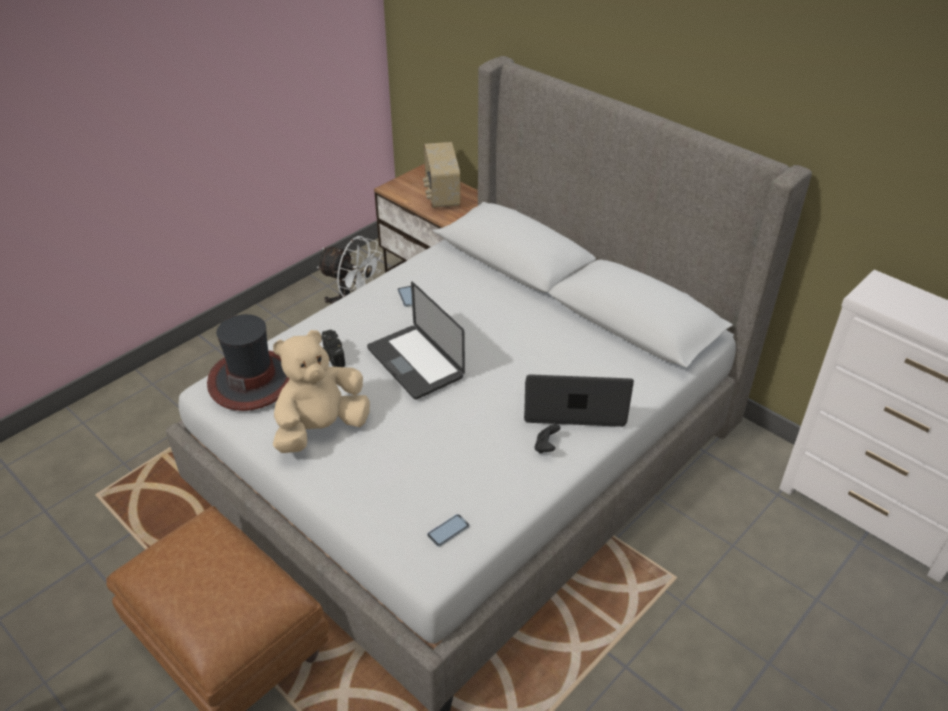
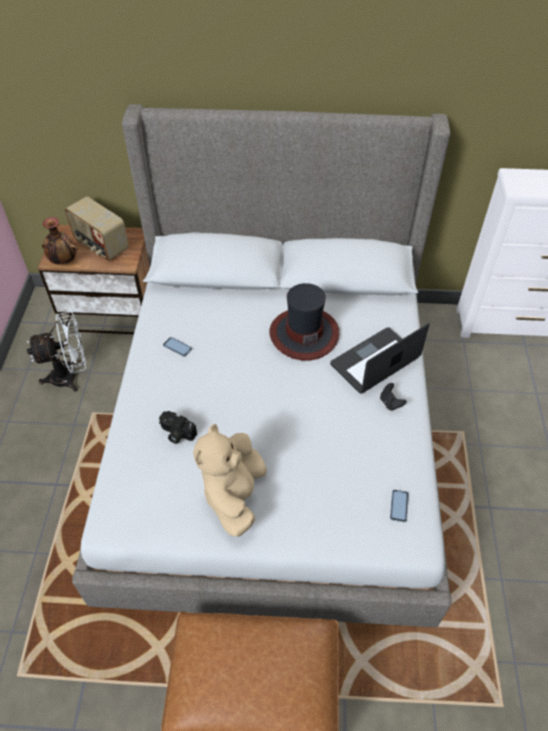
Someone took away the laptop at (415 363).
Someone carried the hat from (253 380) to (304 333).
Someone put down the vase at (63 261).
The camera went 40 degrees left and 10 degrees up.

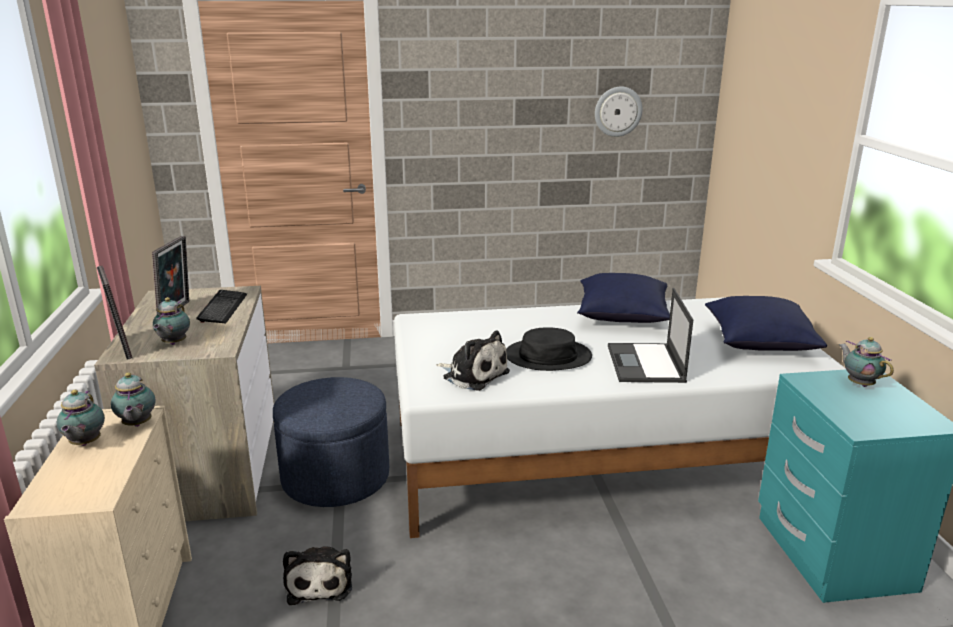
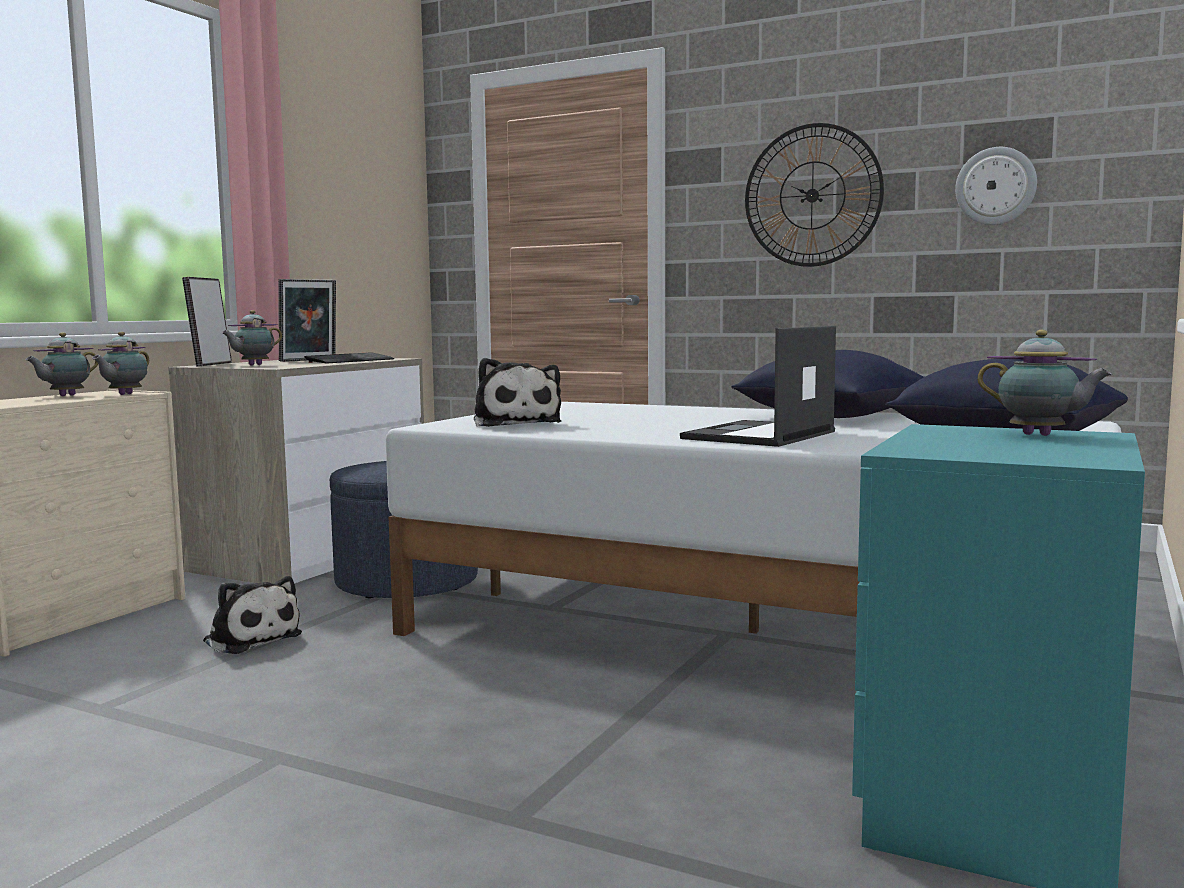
Someone took away the black hat at (548 356).
Someone rotated the teapot at (859 384) by 120 degrees clockwise.
Someone rotated the plush toy at (319 582) by 75 degrees counterclockwise.
Someone put up the wall clock at (812 195).
The camera went 35 degrees right and 15 degrees down.

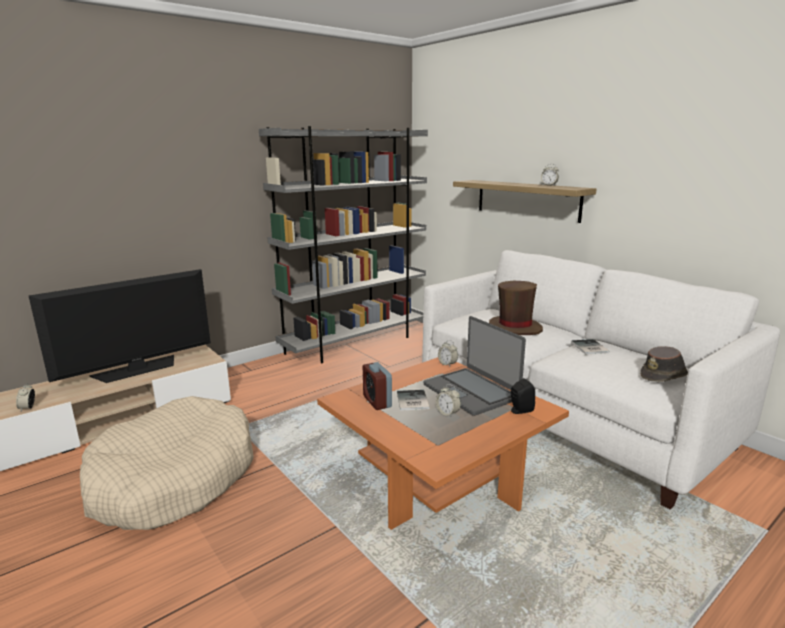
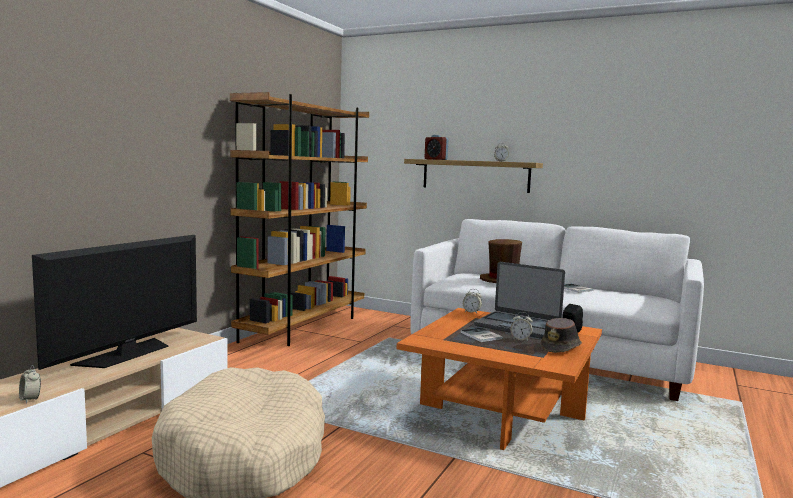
Someone repainted the grey bookcase at (355 343), which became the brown bookcase at (304 327).
Someone carried the brown hat from (664 376) to (561 348).
Someone carried the alarm clock from (377 401) to (435 159).
The camera went 25 degrees left and 10 degrees down.

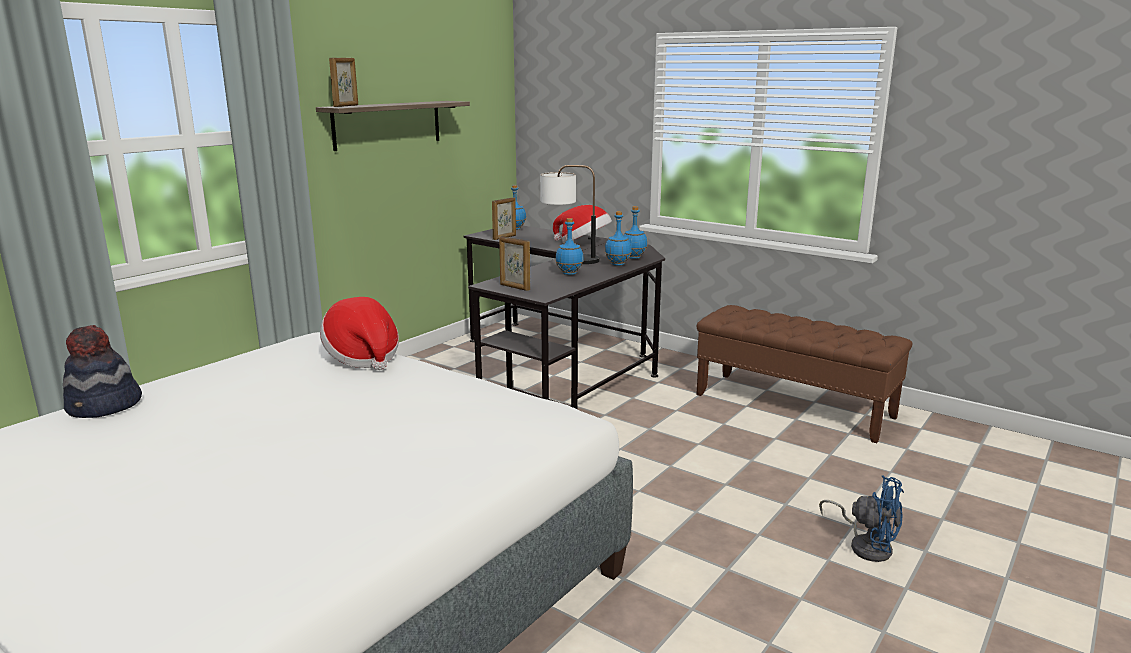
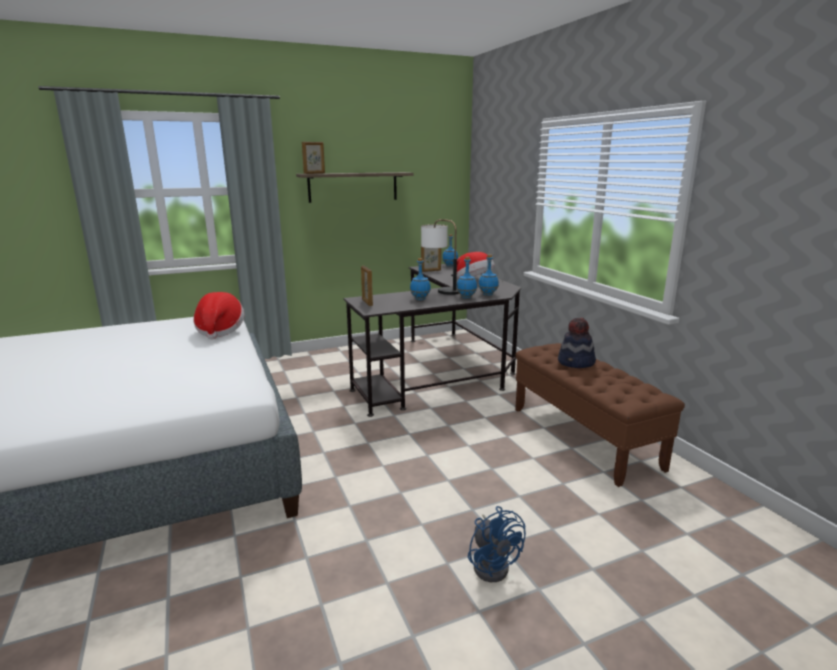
Someone carried the hat from (104 407) to (576 363).
The camera went 30 degrees right and 0 degrees up.

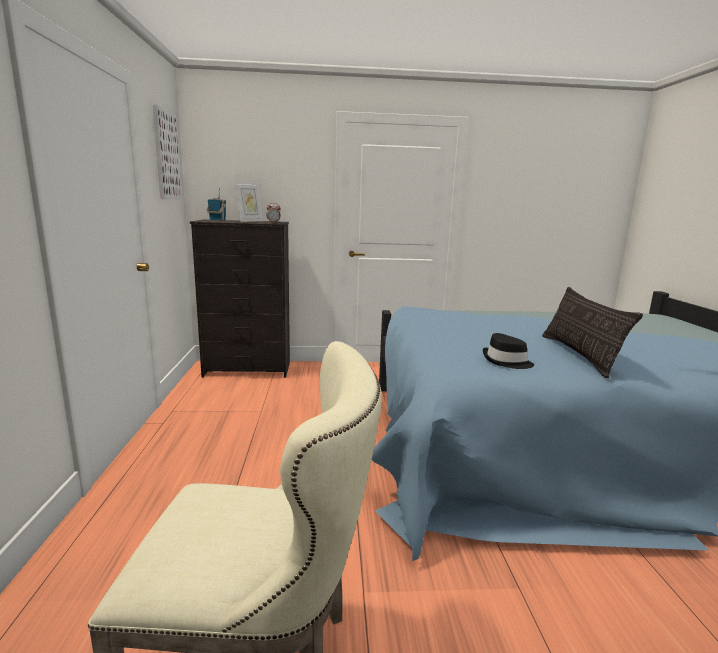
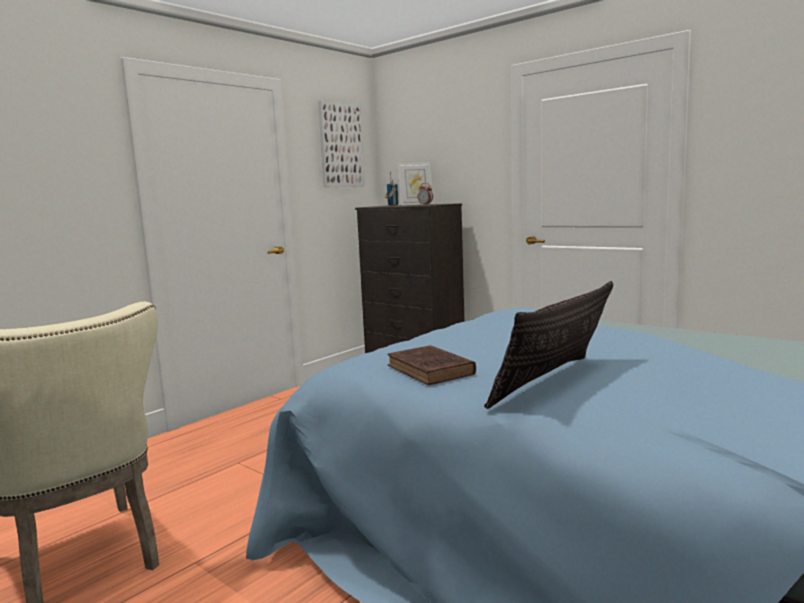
Someone swapped the black hat at (506 361) for the brown book at (431 371).
The camera went 45 degrees right and 5 degrees down.

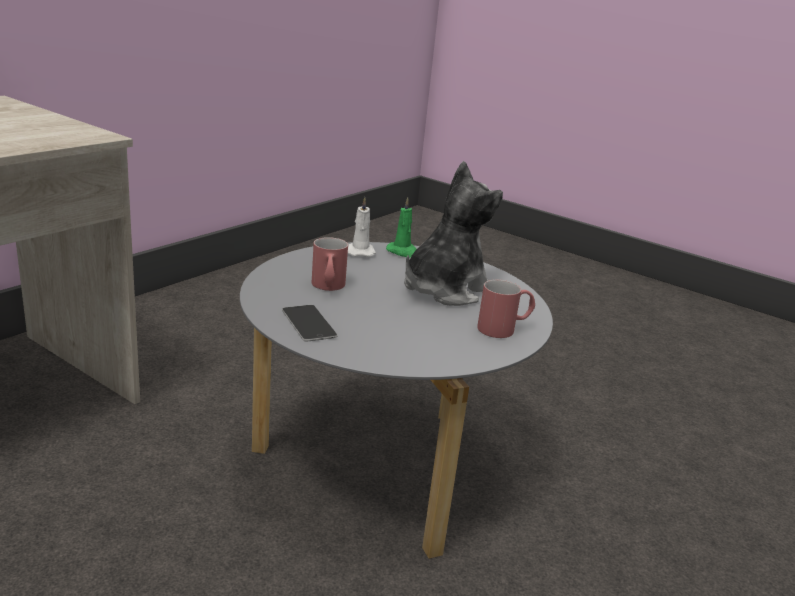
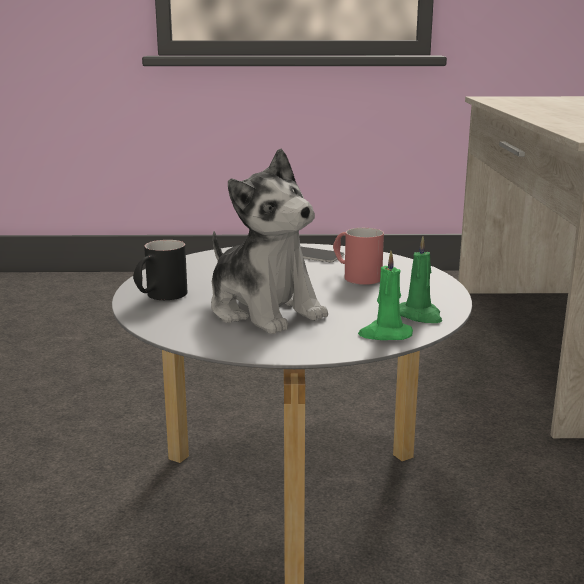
Someone rotated the plush toy at (444 289) by 45 degrees counterclockwise.
Someone repainted the white candle at (360 252), which became the green candle at (420 316).
Someone repainted the red mug at (504 329), which became the black mug at (160 297).
The camera went 145 degrees right and 5 degrees down.

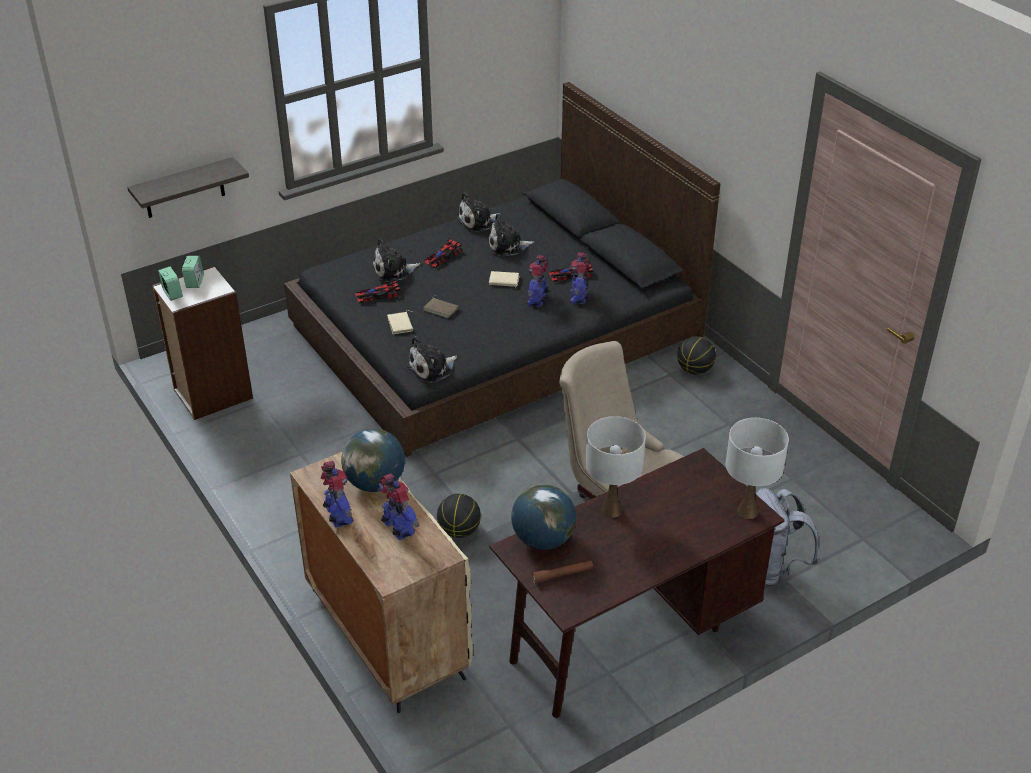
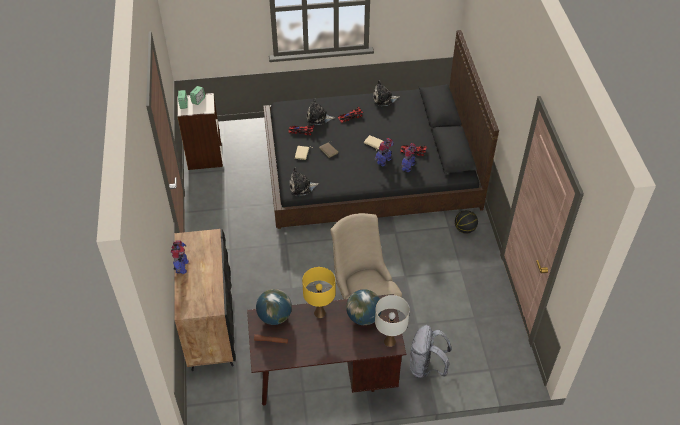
Someone took away the shelf at (184 188).
Someone took away the plush toy at (507 246).
Someone repainted the white table lamp at (611 510), which became the yellow table lamp at (319 313).
Someone carried the globe from (375 483) to (363 317).
Someone repainted the beige cabinet at (385 632), which became the black cabinet at (210 325).
Someone took away the toy robot at (398 528).
Someone took away the basketball at (459 531).
The camera went 25 degrees right and 10 degrees up.

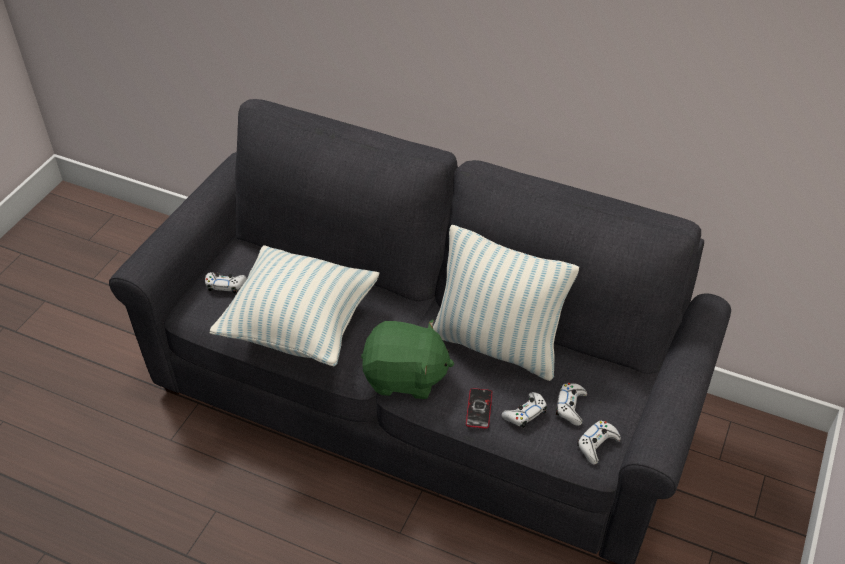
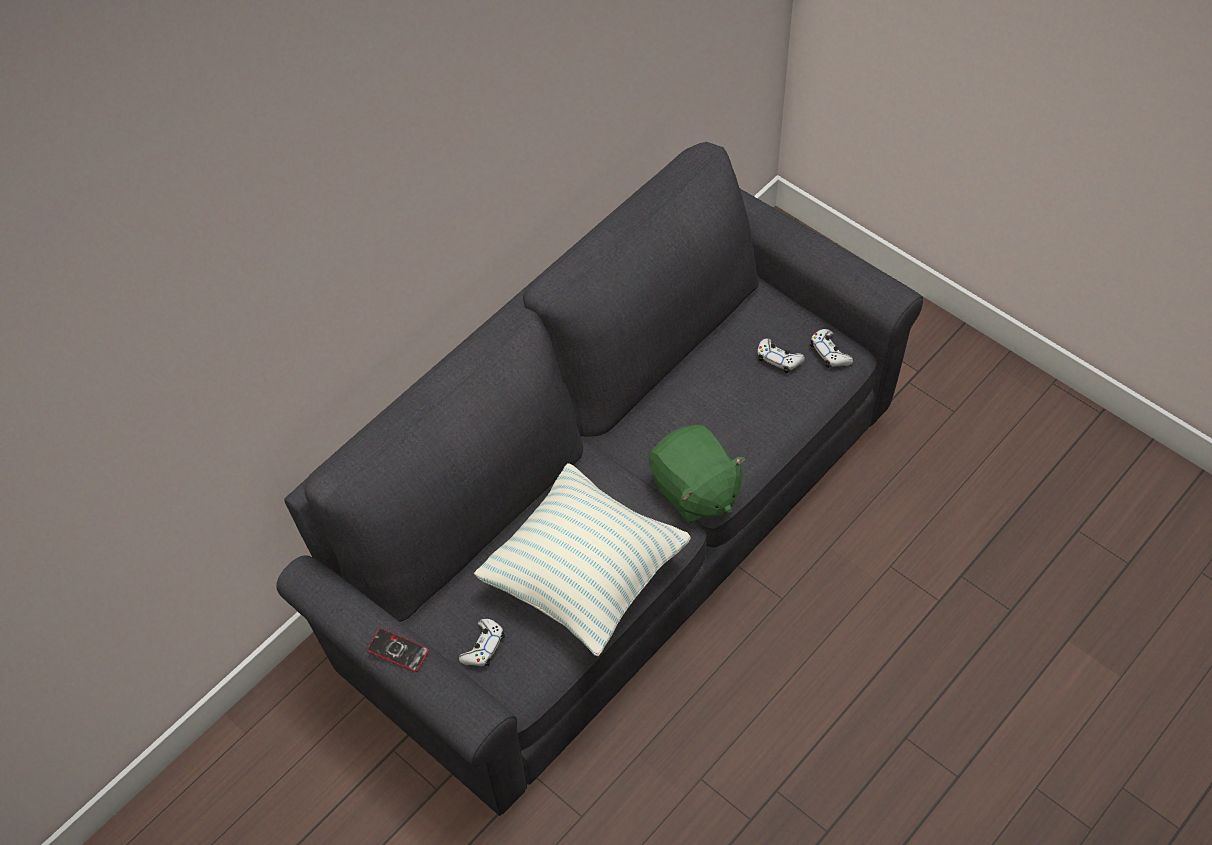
Someone took away the pillow at (497 345).
Someone rotated the green plush toy at (405 377) by 120 degrees clockwise.
Someone carried the phone from (479 409) to (398 650).
Someone took away the white game controller at (525 413).
The camera went 70 degrees left and 10 degrees up.

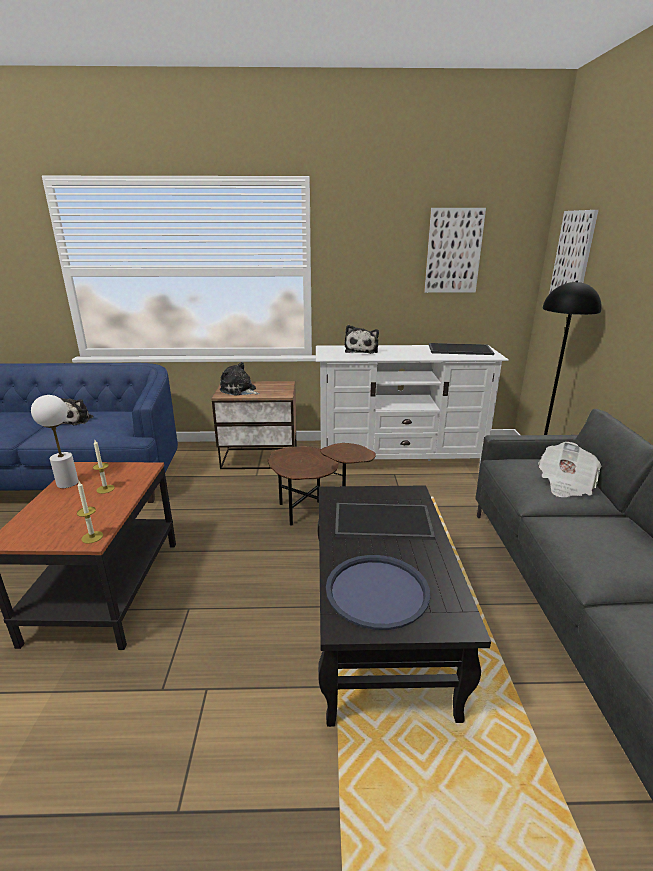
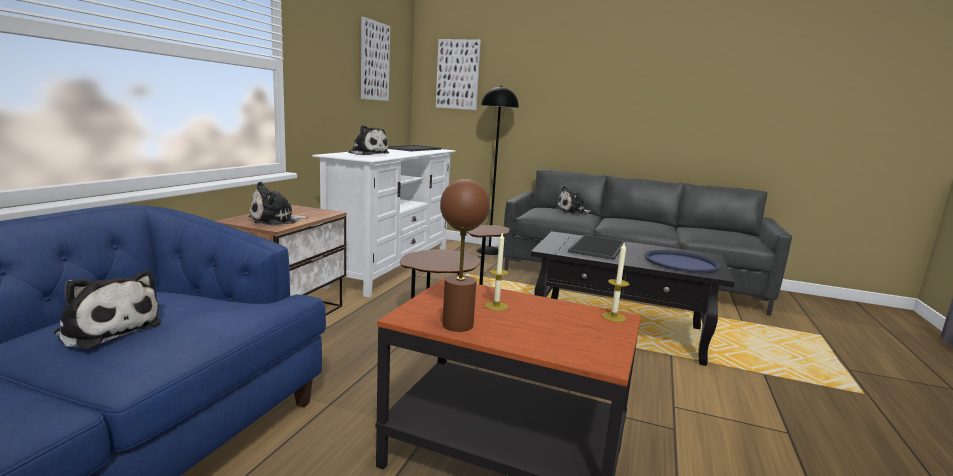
Someone repainted the white table lamp at (67 483), which became the brown table lamp at (457 325).
Someone swapped the newspaper at (565 484) for the plush toy at (573 212).
The camera went 70 degrees left and 10 degrees down.

